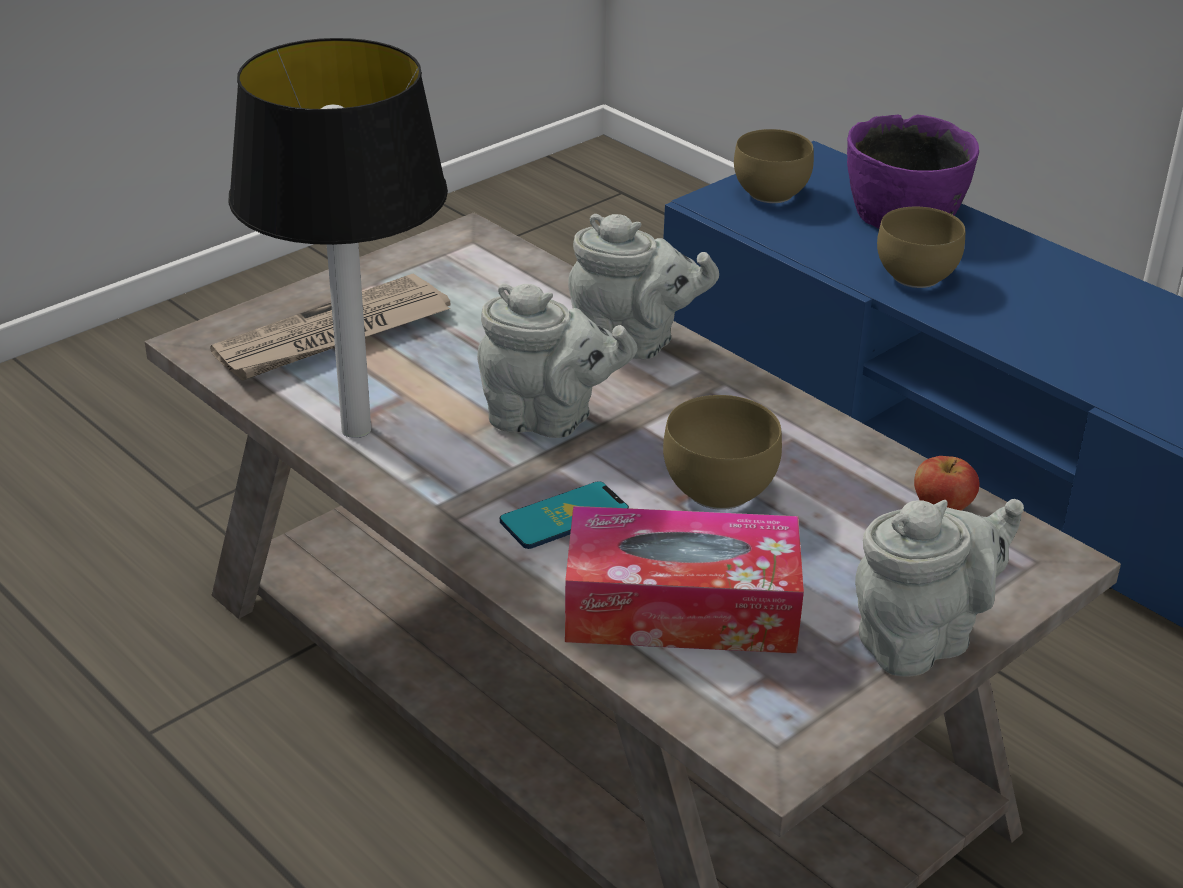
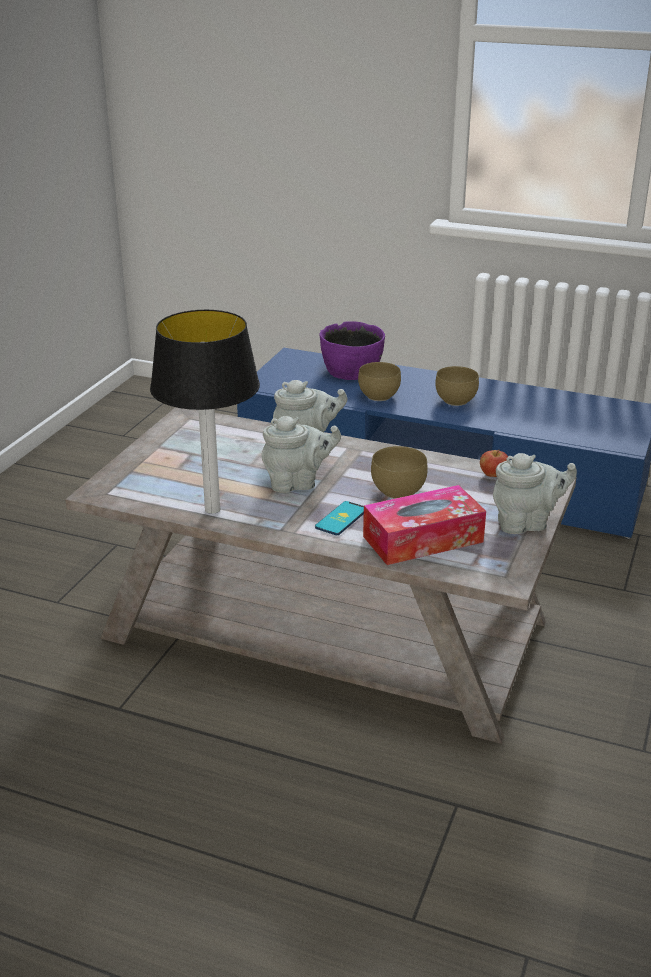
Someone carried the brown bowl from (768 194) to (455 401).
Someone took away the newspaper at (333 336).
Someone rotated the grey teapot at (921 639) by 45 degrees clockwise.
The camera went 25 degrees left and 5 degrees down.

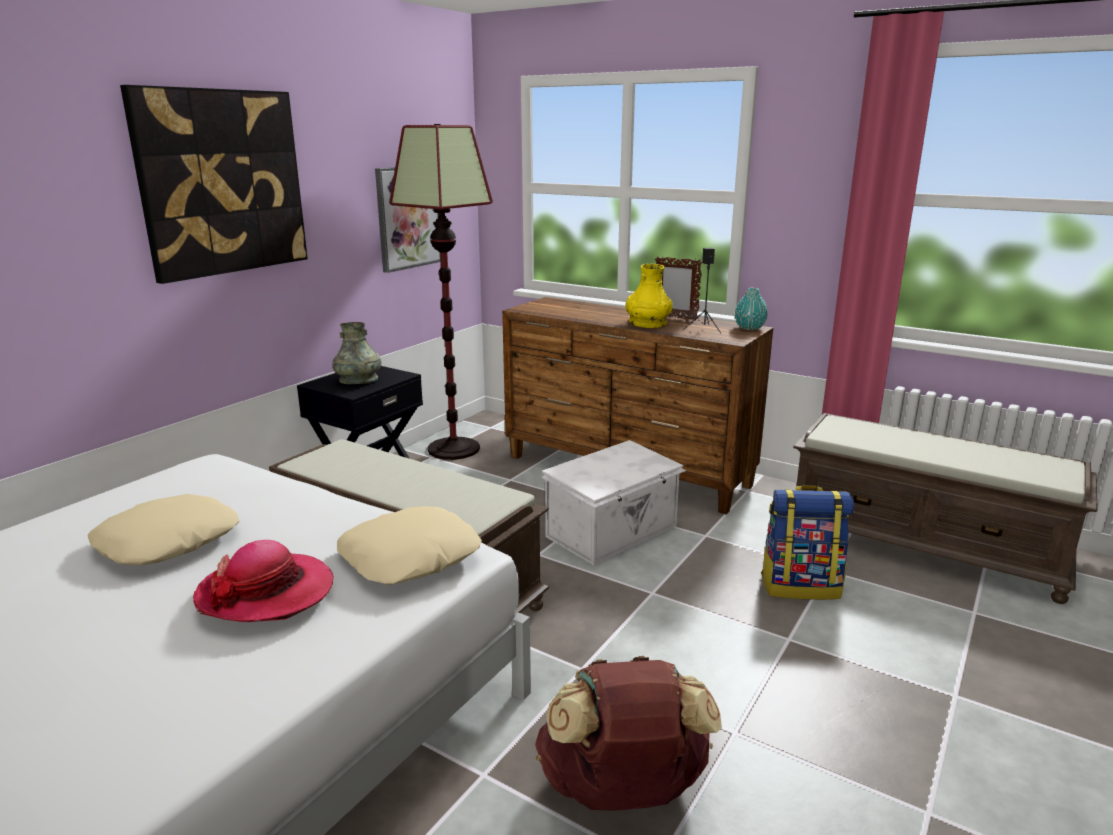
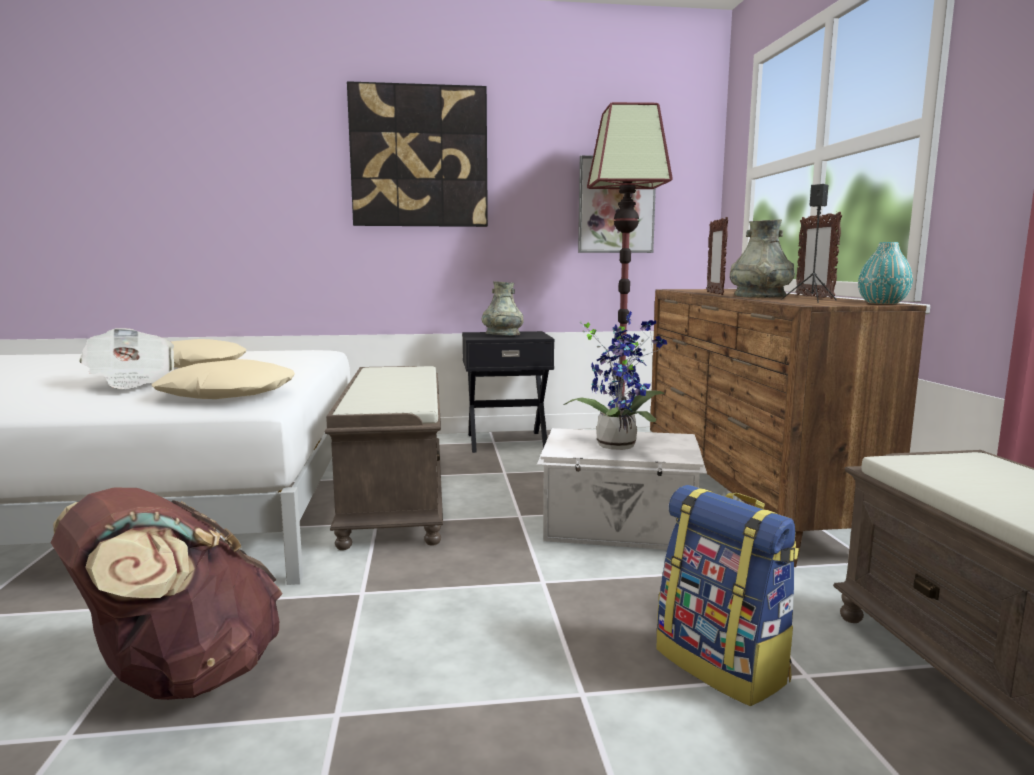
Someone repainted the yellow vase at (647 323), which became the grey vase at (759 296).
Someone swapped the hat at (266 592) for the newspaper at (131 381).
Someone put down the picture frame at (715 293).
Someone put down the potted plant at (618 444).
The camera went 50 degrees right and 10 degrees down.

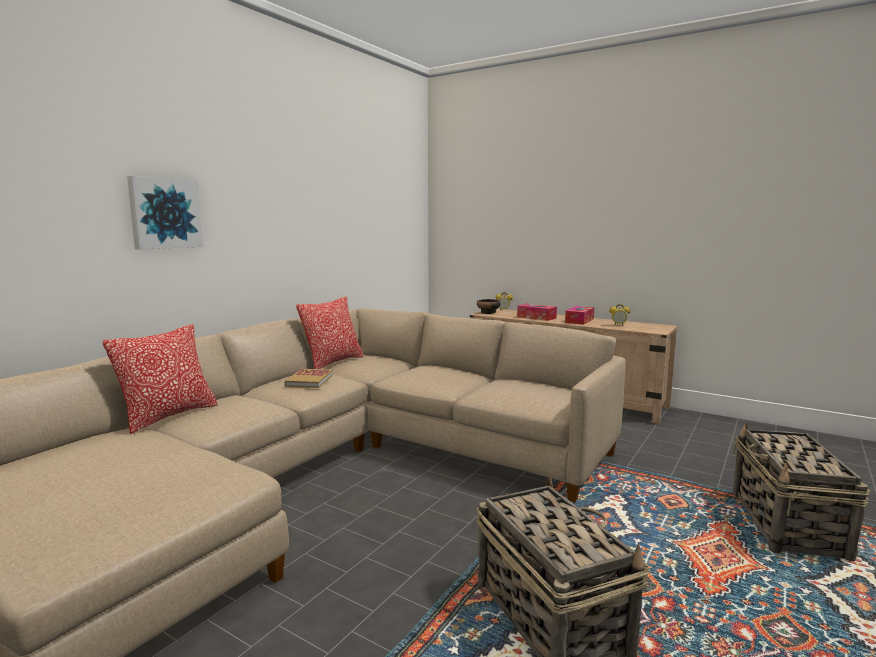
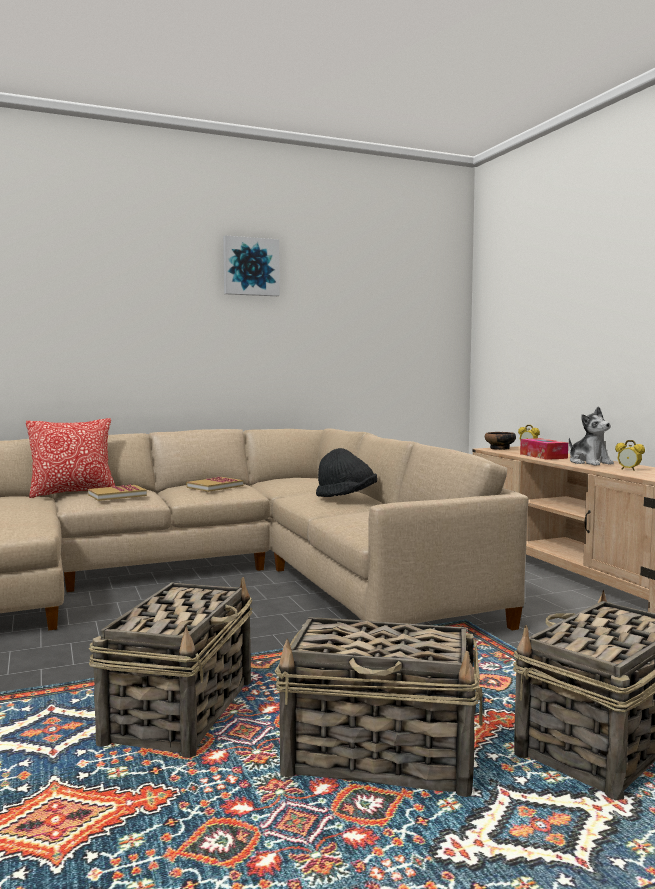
Someone carried the picture from (164 213) to (250 267).
Someone took away the pillow at (333 362).
Someone swapped the tissue box at (579 321) for the plush toy at (589 462).
Someone put down the black hat at (347 497).
Someone put down the book at (117 495).
Someone put down the basket at (382 758).
The camera went 35 degrees right and 5 degrees down.

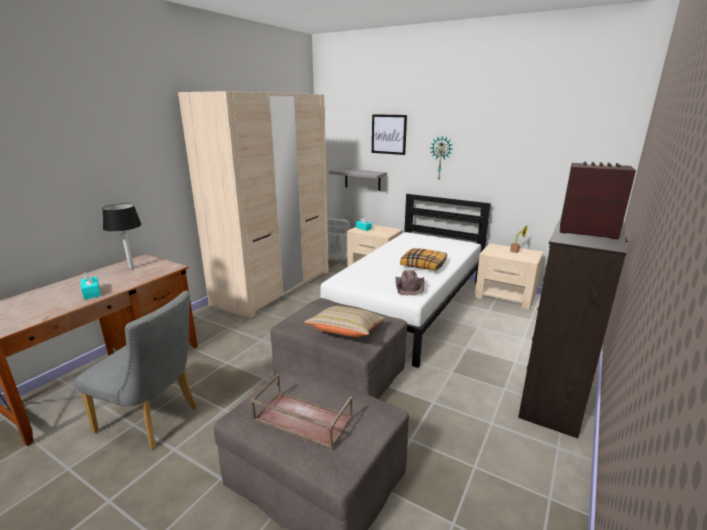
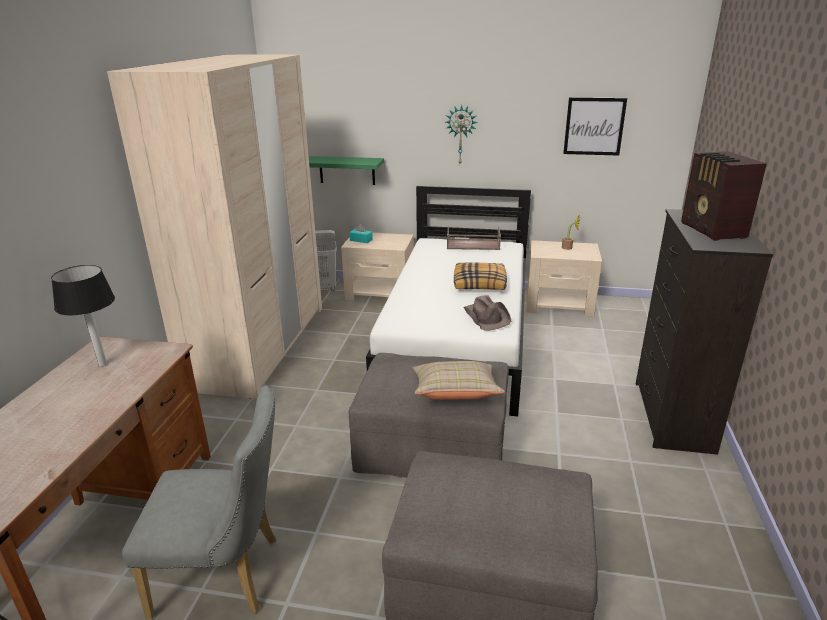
Someone carried the picture from (388 134) to (594 126).
Someone rotated the radio at (586 231) by 105 degrees counterclockwise.
Someone repainted the grey shelf at (362 179), which became the green shelf at (347 170).
Someone took away the turquoise tissue box at (91 293).
Someone carried the brown tray from (301 419) to (472 245).
The camera went 20 degrees left and 5 degrees up.

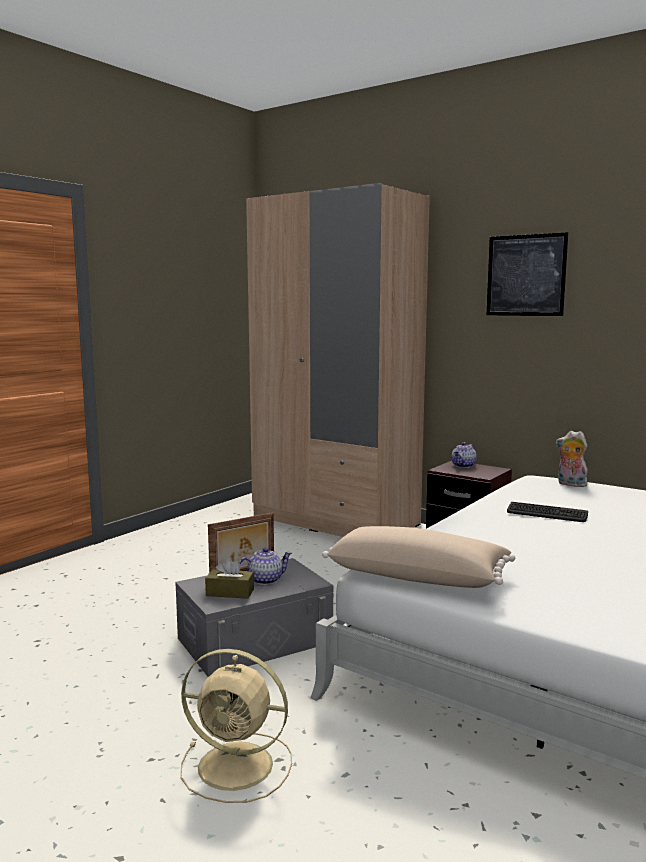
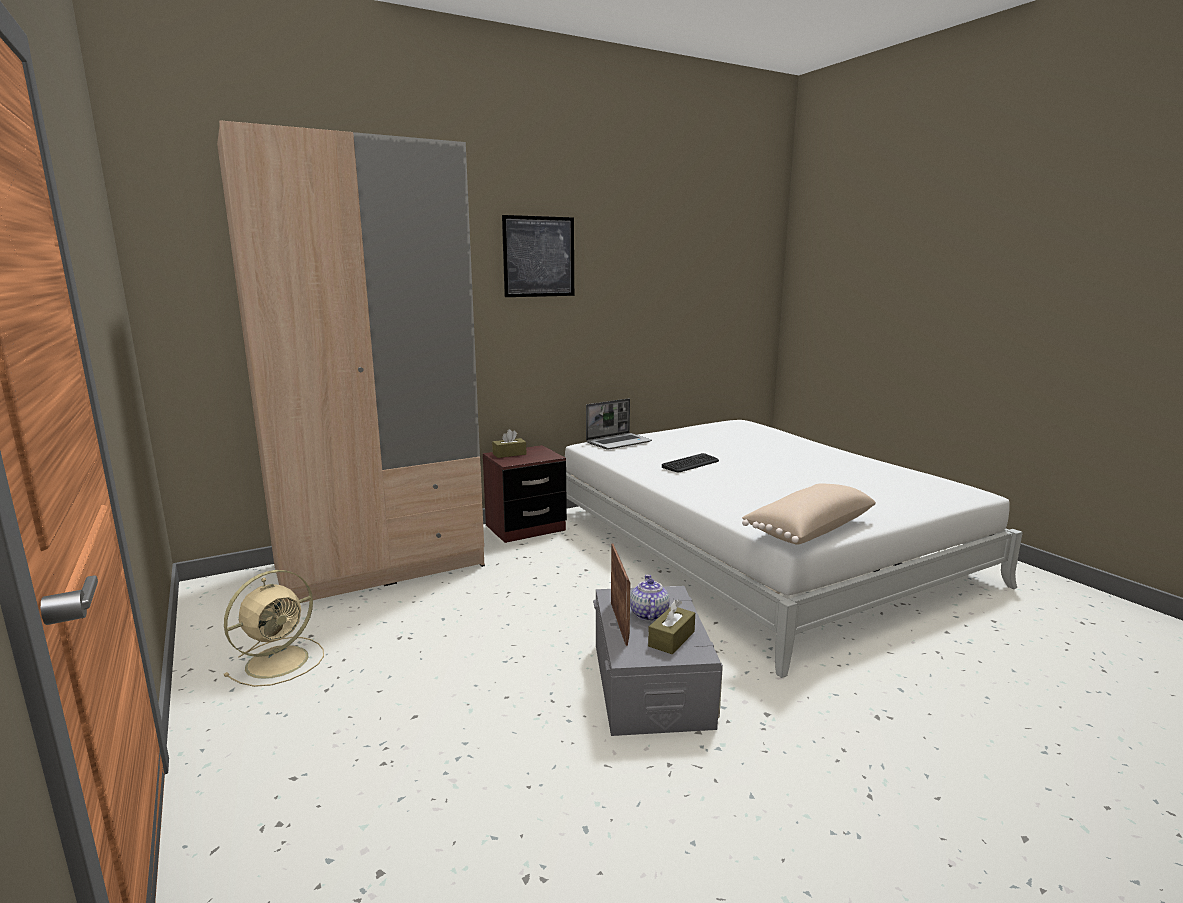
Someone swapped the plush toy at (570 484) for the laptop at (619 442).
Someone swapped the teapot at (463 466) for the brown tissue box at (509 454).
Someone carried the beige fan from (239 766) to (280 660).
The camera went 65 degrees left and 5 degrees up.

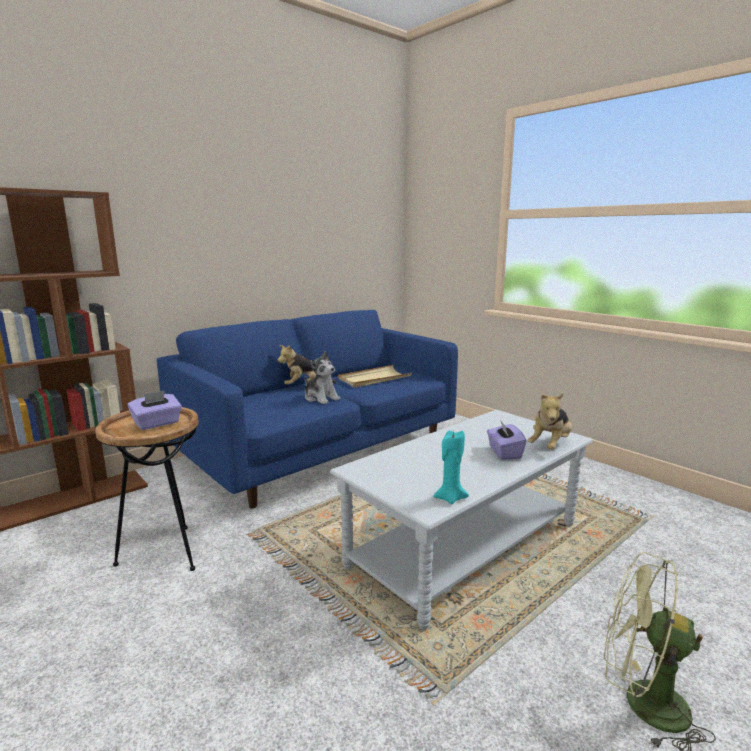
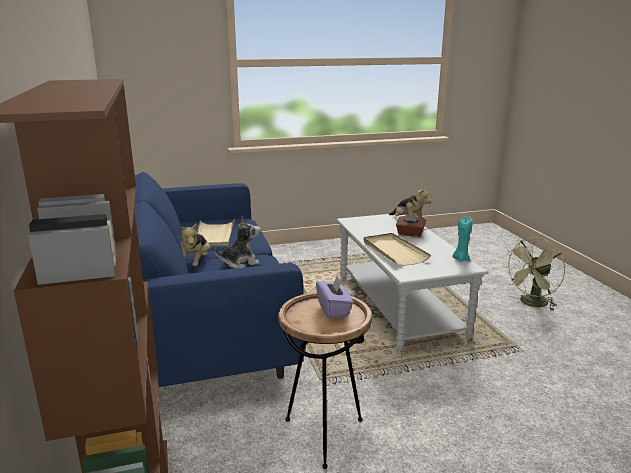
Someone repainted the purple tissue box at (504 452), which became the brown tissue box at (410 234).
Someone put down the beige tray at (394 251).
The camera went 65 degrees left and 5 degrees up.

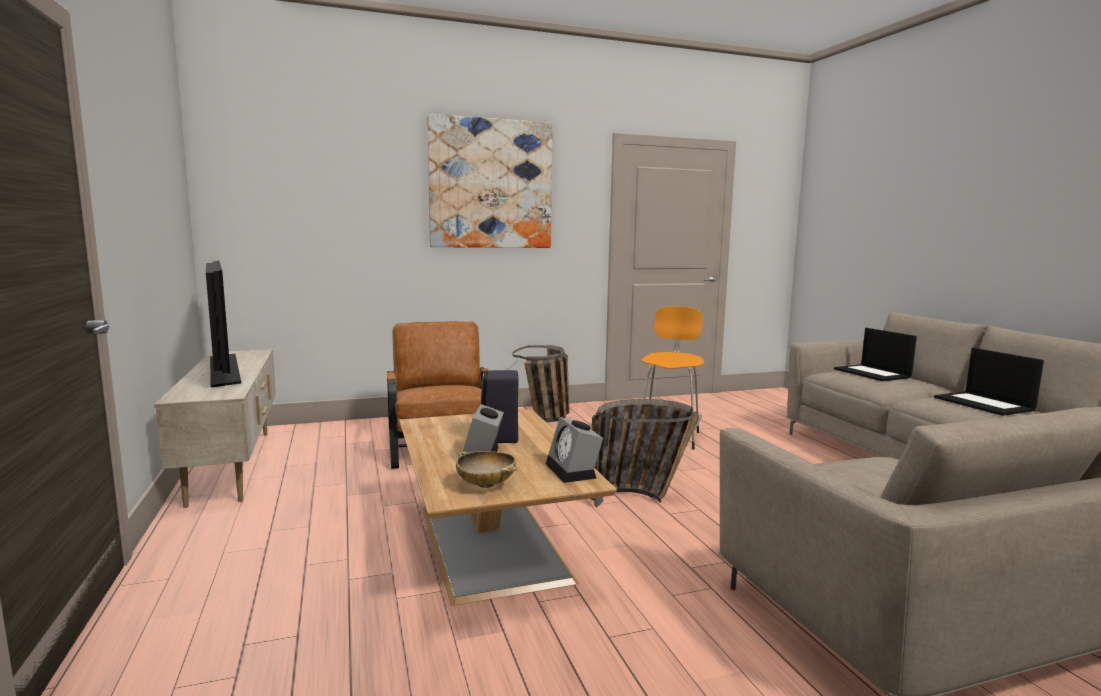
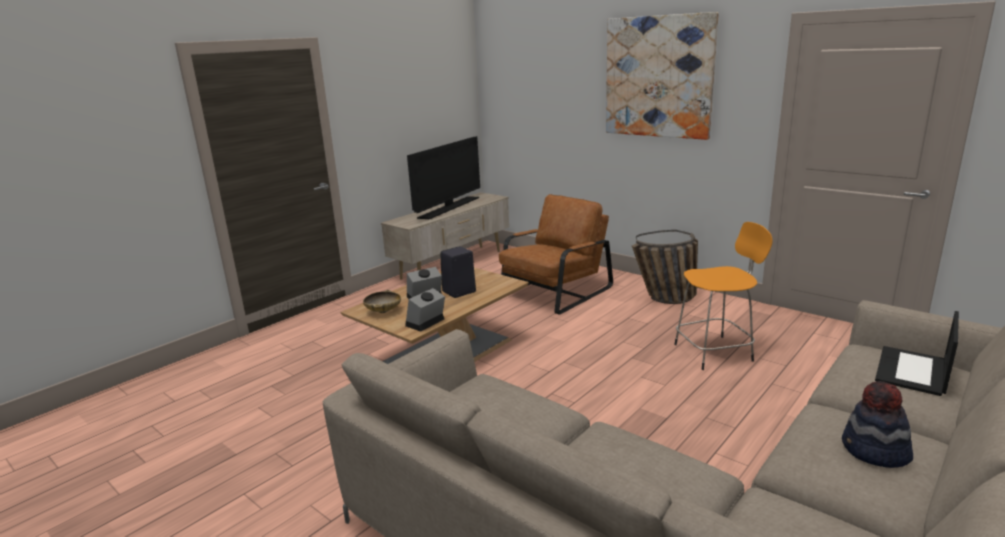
Someone swapped the laptop at (985 404) for the hat at (874 452).
Someone took away the basket at (639 499).
The camera went 60 degrees right and 10 degrees up.

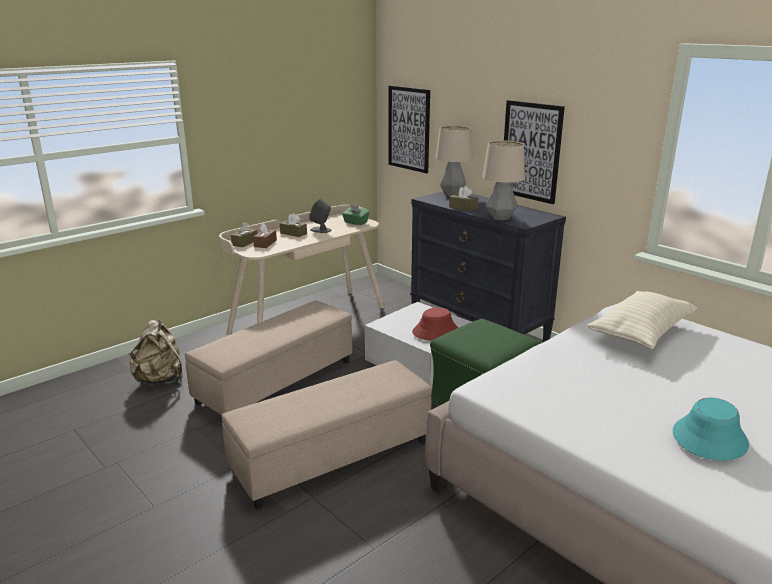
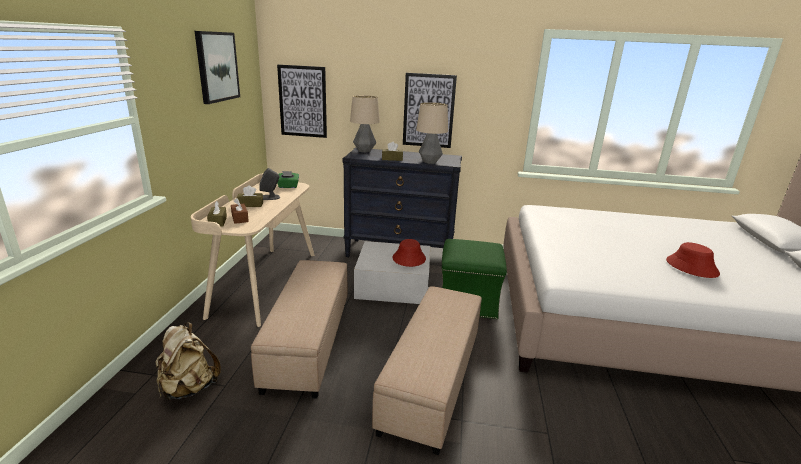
Someone took away the beige pillow at (641 333).
Someone repainted the turquoise hat at (709 438), which became the red hat at (691 267).
Someone put up the picture at (217 66).
The camera went 40 degrees left and 0 degrees up.

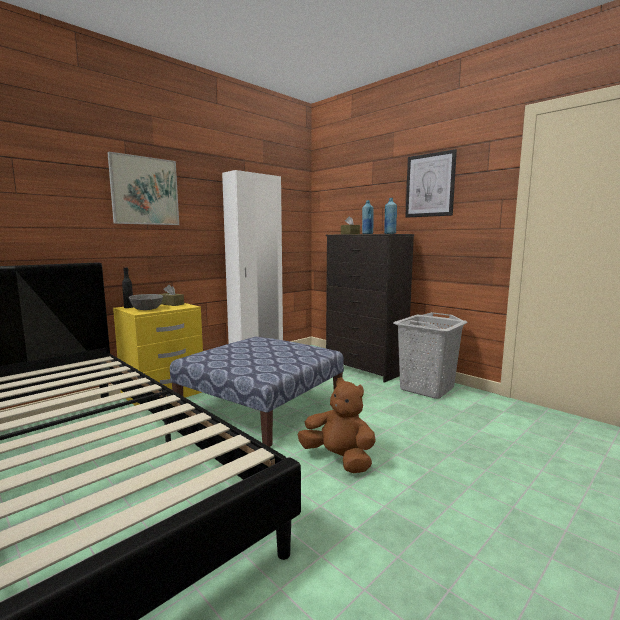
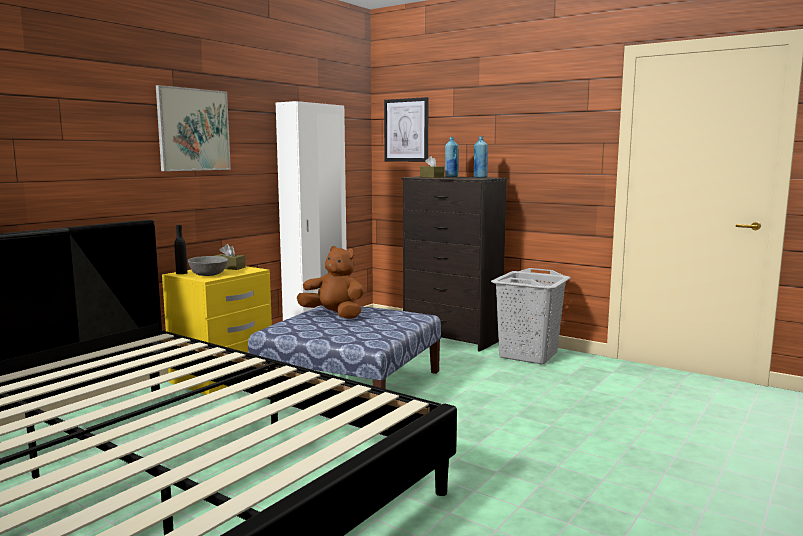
Someone carried the picture from (430 185) to (406 130).
Someone carried the brown plush toy from (339 459) to (334 315).
The camera went 10 degrees left and 0 degrees up.

